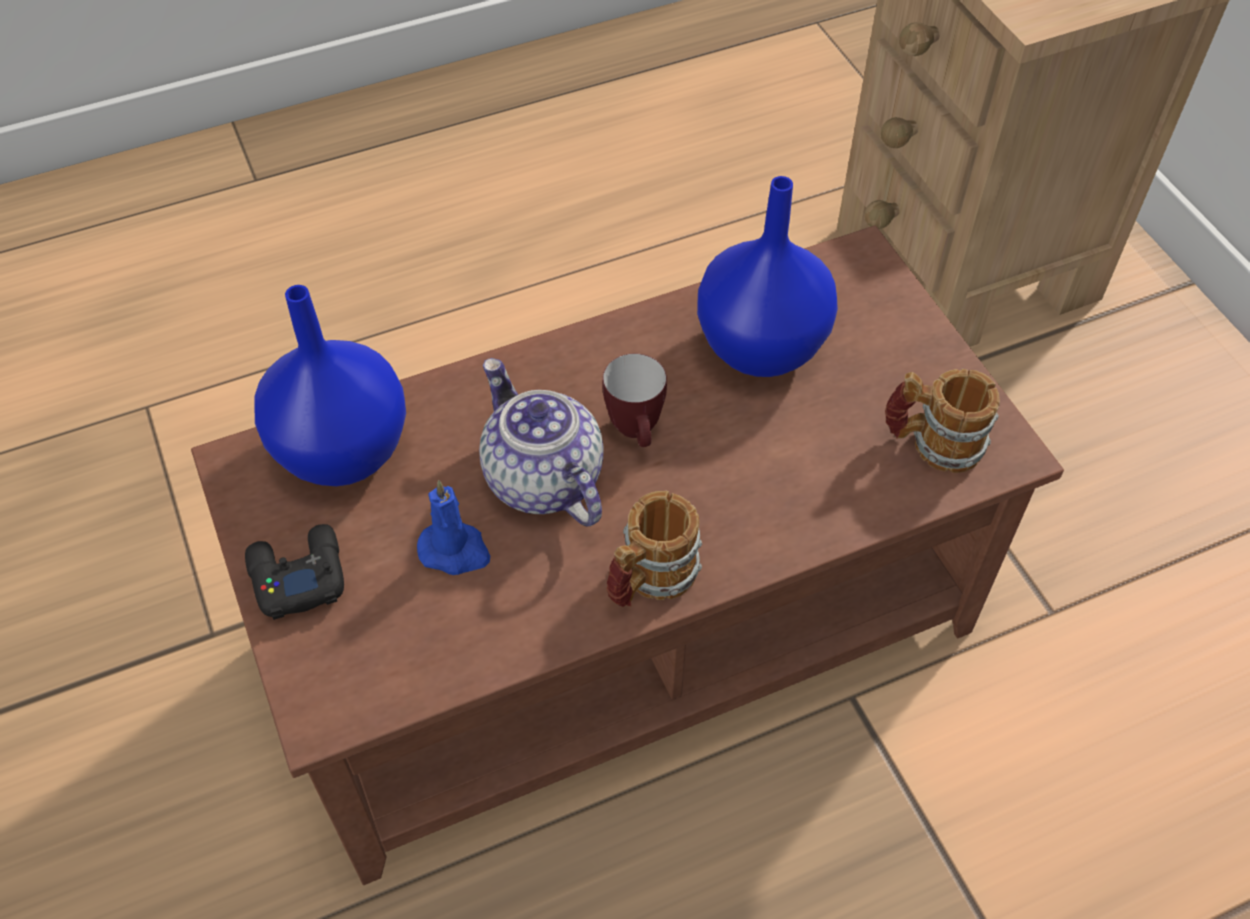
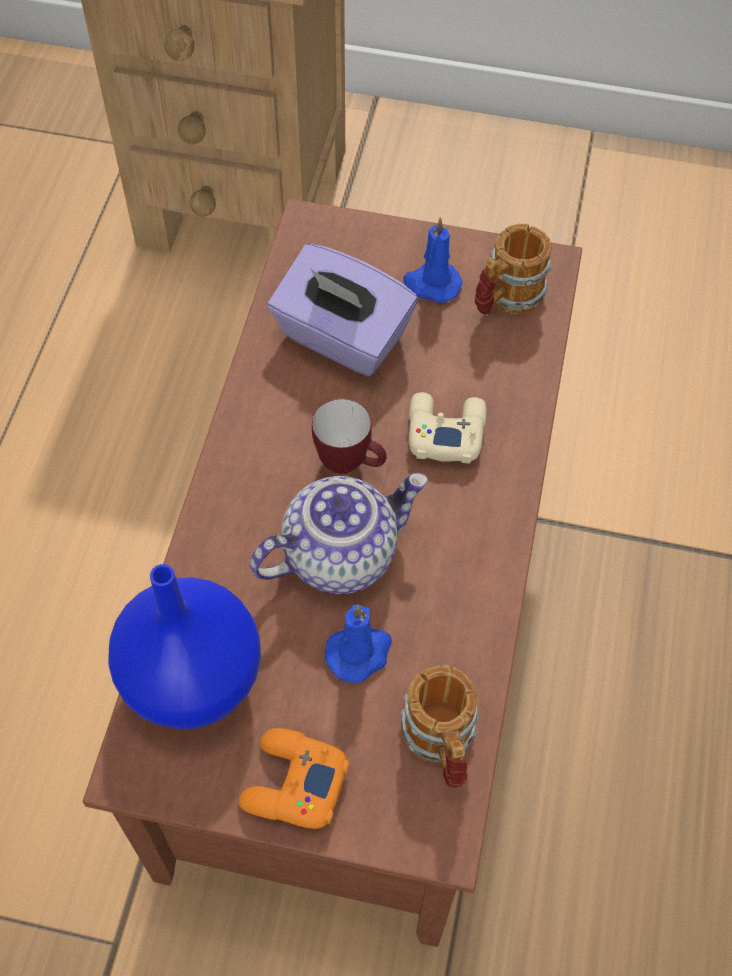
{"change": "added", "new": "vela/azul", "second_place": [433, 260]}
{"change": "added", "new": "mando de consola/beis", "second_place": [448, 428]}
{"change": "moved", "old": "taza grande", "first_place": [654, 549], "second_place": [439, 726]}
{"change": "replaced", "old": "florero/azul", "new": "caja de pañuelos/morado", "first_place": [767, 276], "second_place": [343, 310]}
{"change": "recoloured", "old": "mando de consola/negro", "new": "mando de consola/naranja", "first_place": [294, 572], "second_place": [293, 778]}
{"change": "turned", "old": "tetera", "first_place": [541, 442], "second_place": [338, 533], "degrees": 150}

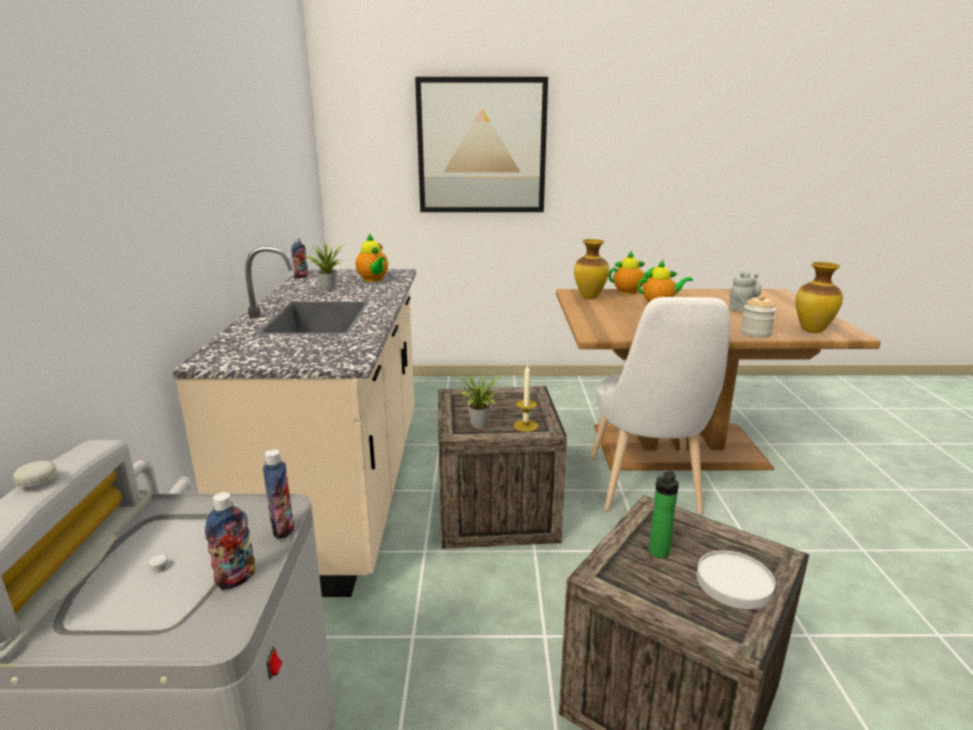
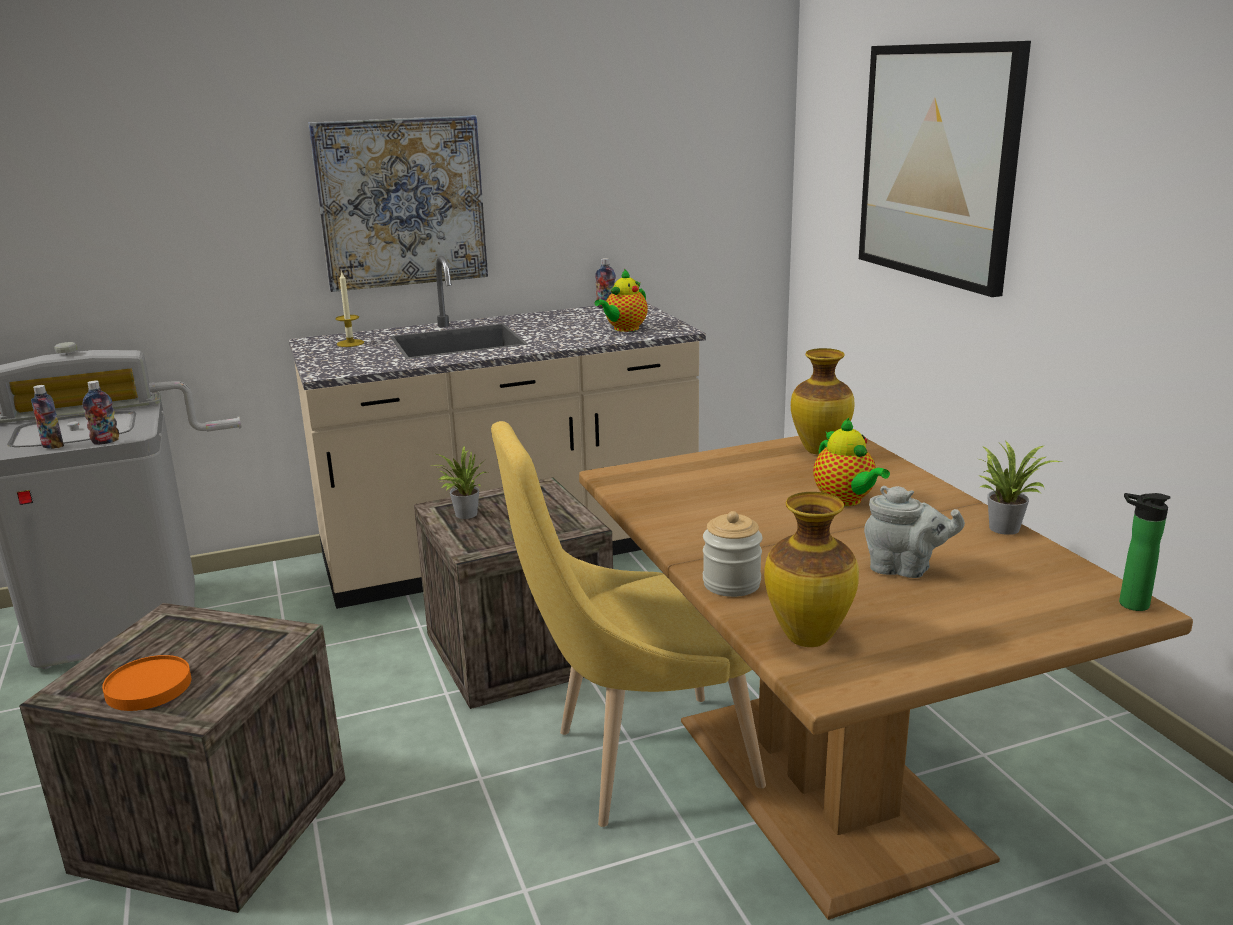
{"change": "removed", "old": "tetera", "first_place": [632, 272]}
{"change": "added", "new": "cuadro", "second_place": [398, 203]}
{"change": "moved", "old": "planta en maceta", "first_place": [324, 267], "second_place": [1019, 488]}
{"change": "moved", "old": "vela", "first_place": [526, 398], "second_place": [349, 309]}
{"change": "moved", "old": "botella", "first_place": [664, 514], "second_place": [1145, 552]}
{"change": "recoloured", "old": "silla/blanco", "new": "silla/amarillo", "first_place": [660, 406], "second_place": [628, 624]}
{"change": "recoloured", "old": "plato/blanco", "new": "plato/naranja", "first_place": [736, 580], "second_place": [146, 683]}

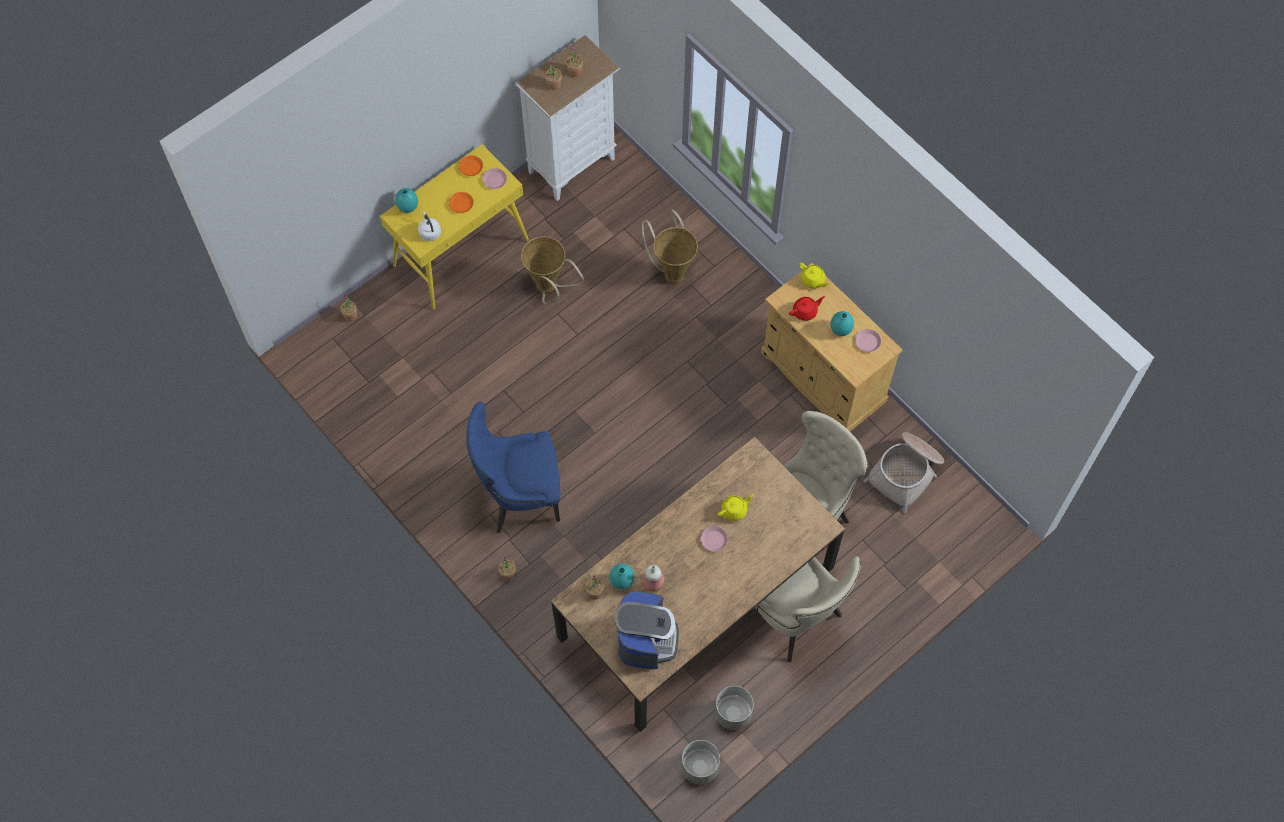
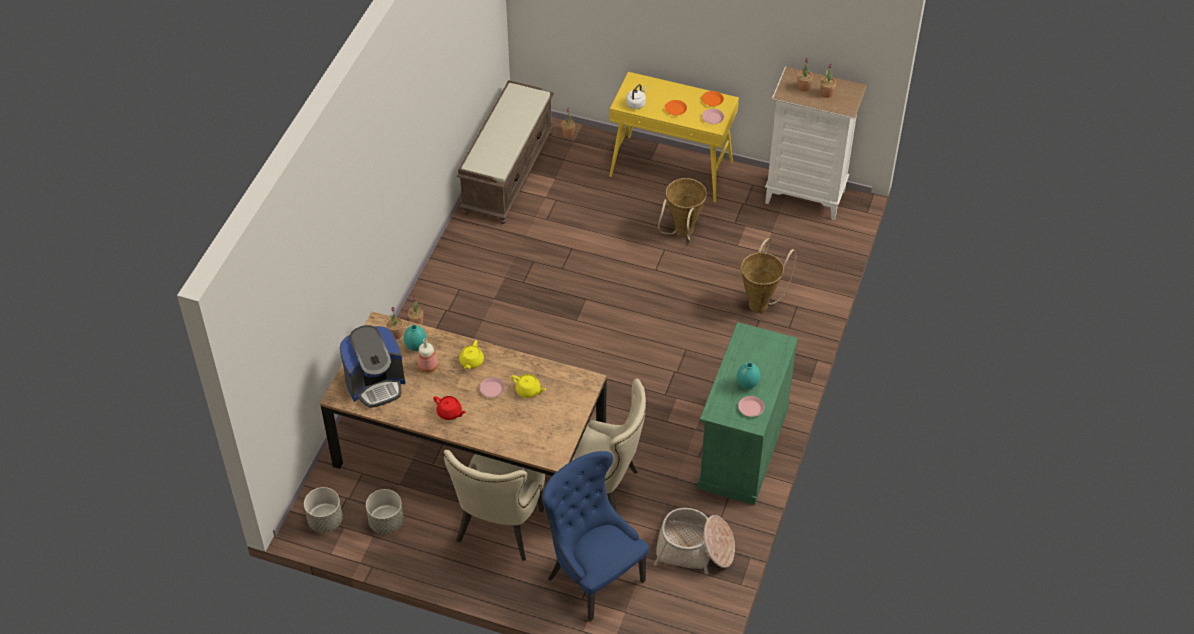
{"change": "removed", "old": "florero/turquesa", "first_place": [406, 200]}
{"change": "added", "new": "banco/marrón", "second_place": [506, 152]}
{"change": "moved", "old": "silla/azul", "first_place": [513, 468], "second_place": [595, 536]}
{"change": "moved", "old": "tetera/rojo", "first_place": [807, 308], "second_place": [449, 408]}
{"change": "moved", "old": "tetera/amarillo", "first_place": [814, 276], "second_place": [471, 354]}
{"change": "recoloured", "old": "armario/beis", "new": "armario/verde", "first_place": [832, 347], "second_place": [747, 413]}

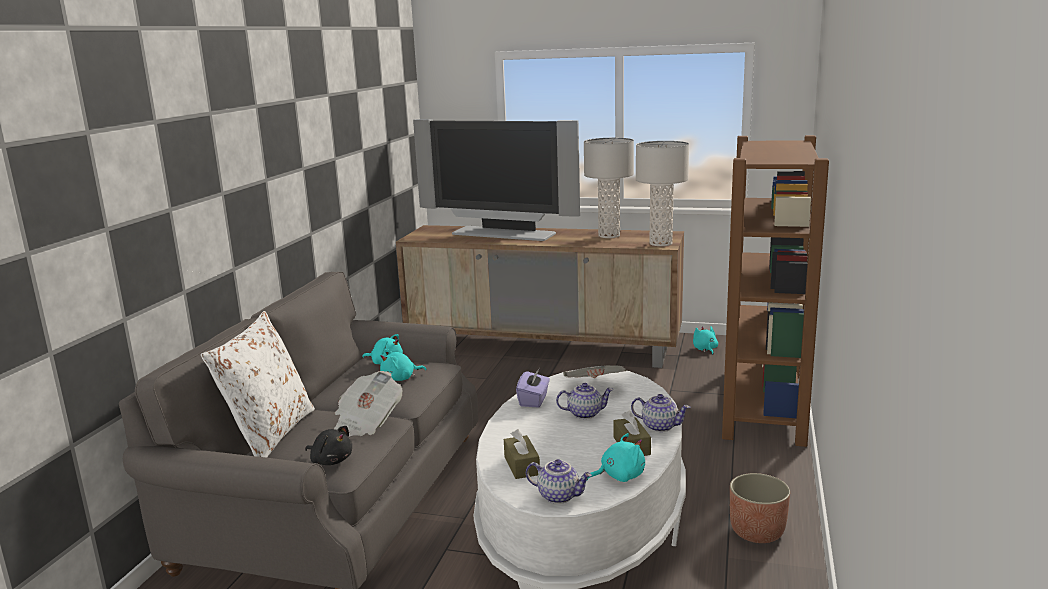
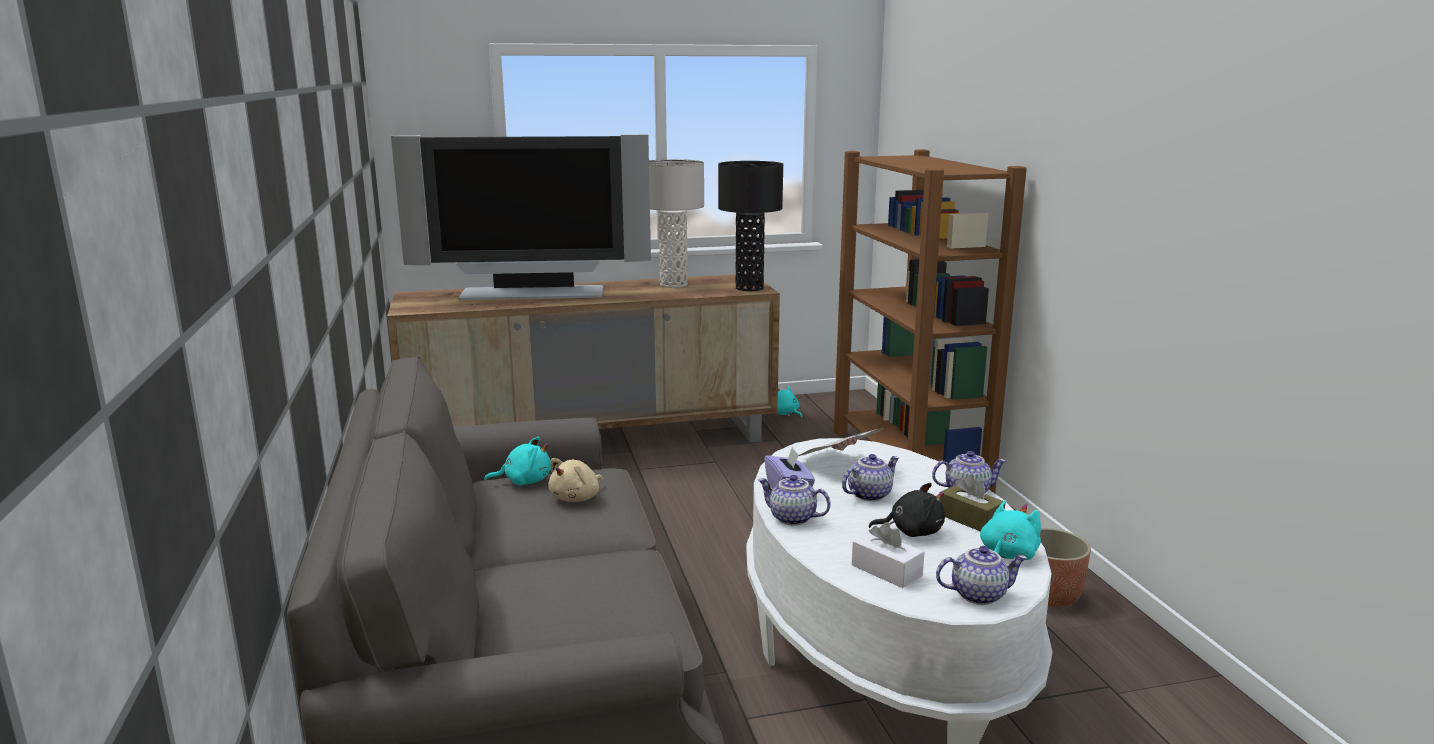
{"change": "removed", "old": "cojín/blanco", "first_place": [258, 384]}
{"change": "removed", "old": "periódico", "first_place": [368, 404]}
{"change": "added", "new": "tetera", "second_place": [794, 500]}
{"change": "moved", "old": "peluche/negro", "first_place": [328, 445], "second_place": [907, 510]}
{"change": "recoloured", "old": "peluche/turquesa", "new": "peluche/beis", "first_place": [403, 365], "second_place": [575, 480]}
{"change": "recoloured", "old": "caja de pañuelos/marrón", "new": "caja de pañuelos/blanco", "first_place": [522, 454], "second_place": [888, 555]}
{"change": "recoloured", "old": "lámpara de mesa/blanco", "new": "lámpara de mesa/negro", "first_place": [662, 193], "second_place": [750, 226]}

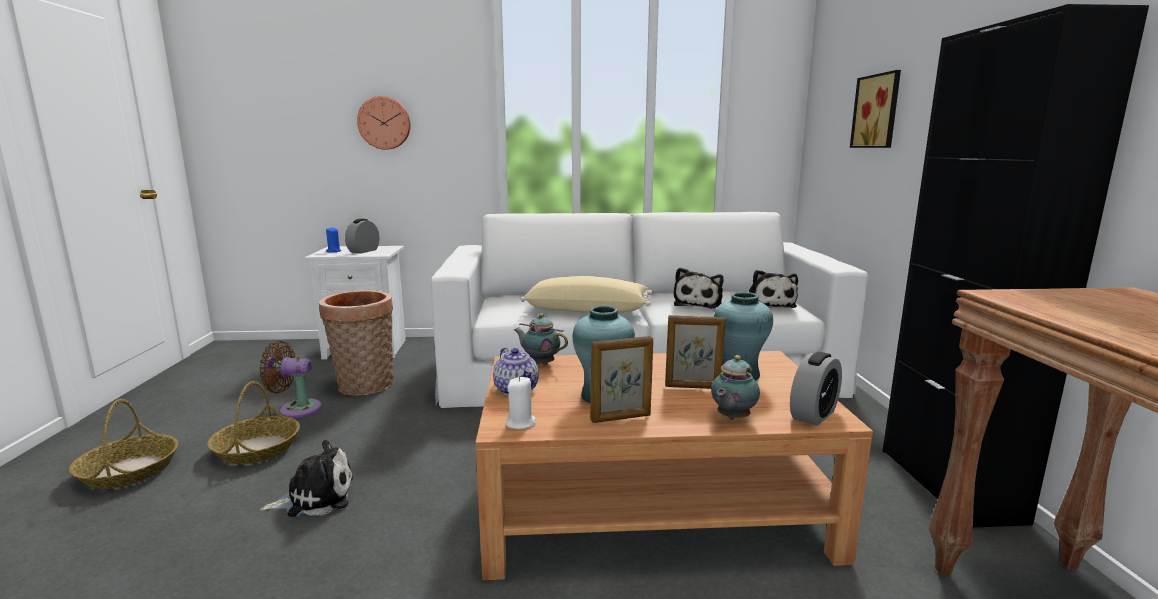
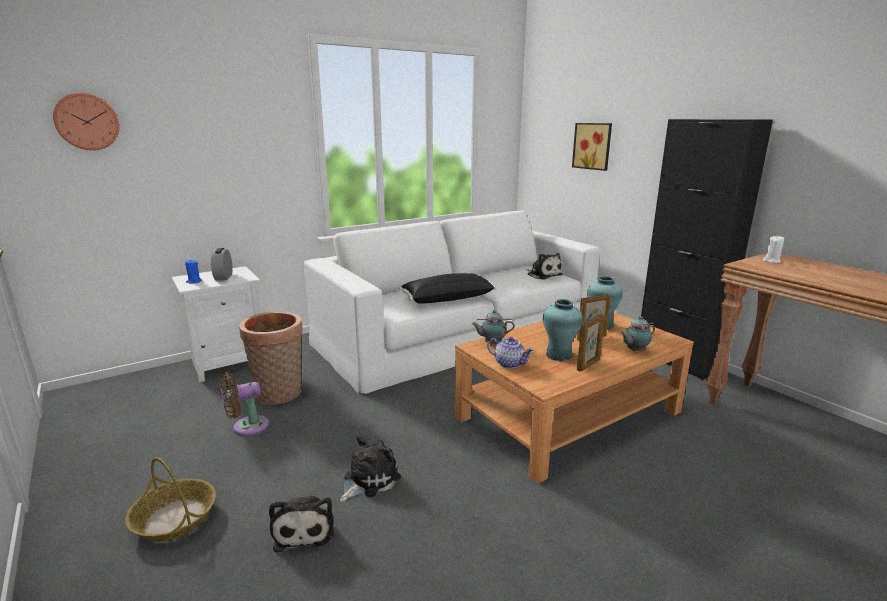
{"change": "removed", "old": "cesta", "first_place": [253, 422]}
{"change": "removed", "old": "despertador", "first_place": [816, 389]}
{"change": "moved", "old": "reloj de pared", "first_place": [384, 123], "second_place": [86, 121]}
{"change": "moved", "old": "vela/blanco", "first_place": [521, 402], "second_place": [773, 249]}
{"change": "moved", "old": "peluche", "first_place": [698, 287], "second_place": [301, 524]}
{"change": "recoloured", "old": "cojín/beis", "new": "cojín/negro", "first_place": [586, 294], "second_place": [448, 288]}
{"change": "turned", "old": "tetera", "first_place": [735, 387], "second_place": [637, 334], "degrees": 60}

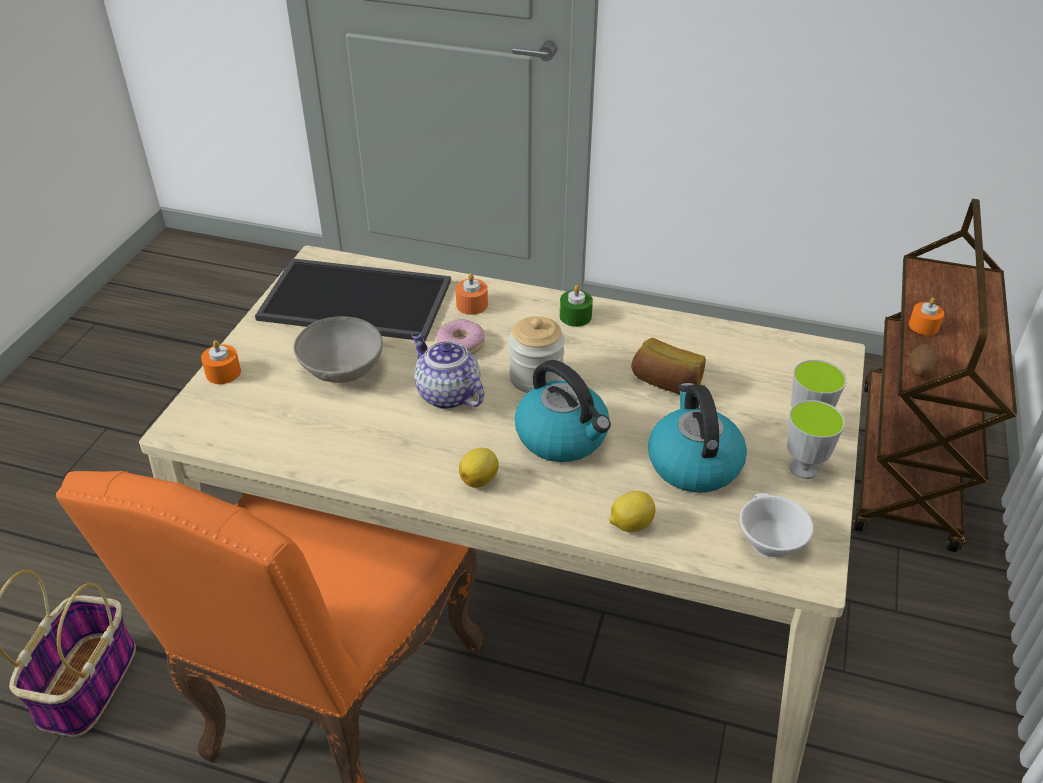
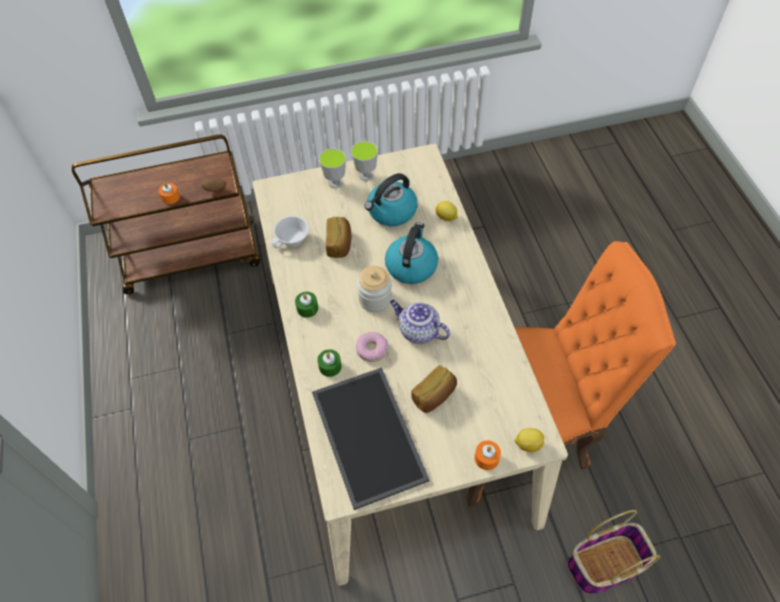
{"change": "moved", "old": "limón", "first_place": [479, 468], "second_place": [529, 440]}
{"change": "moved", "old": "taza/blanco", "first_place": [777, 526], "second_place": [290, 232]}
{"change": "replaced", "old": "cuenco/gris", "new": "pan", "first_place": [338, 349], "second_place": [434, 389]}
{"change": "recoloured", "old": "vela/naranja", "new": "vela/verde", "first_place": [471, 294], "second_place": [329, 363]}
{"change": "turned", "old": "tetera", "first_place": [447, 371], "second_place": [420, 322], "degrees": 105}

